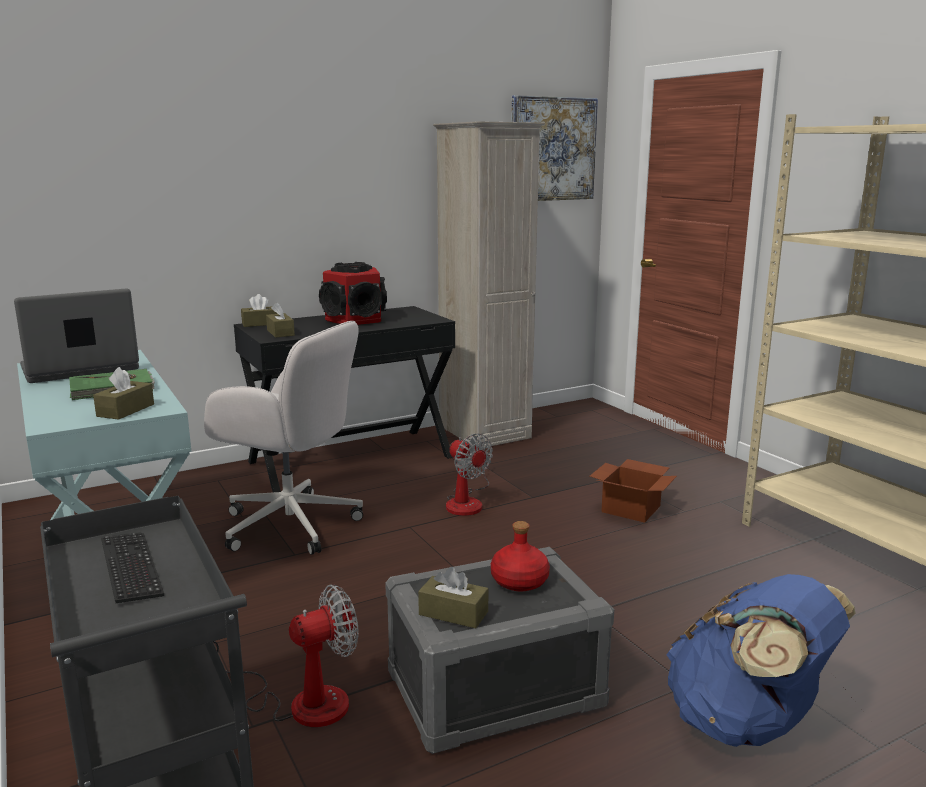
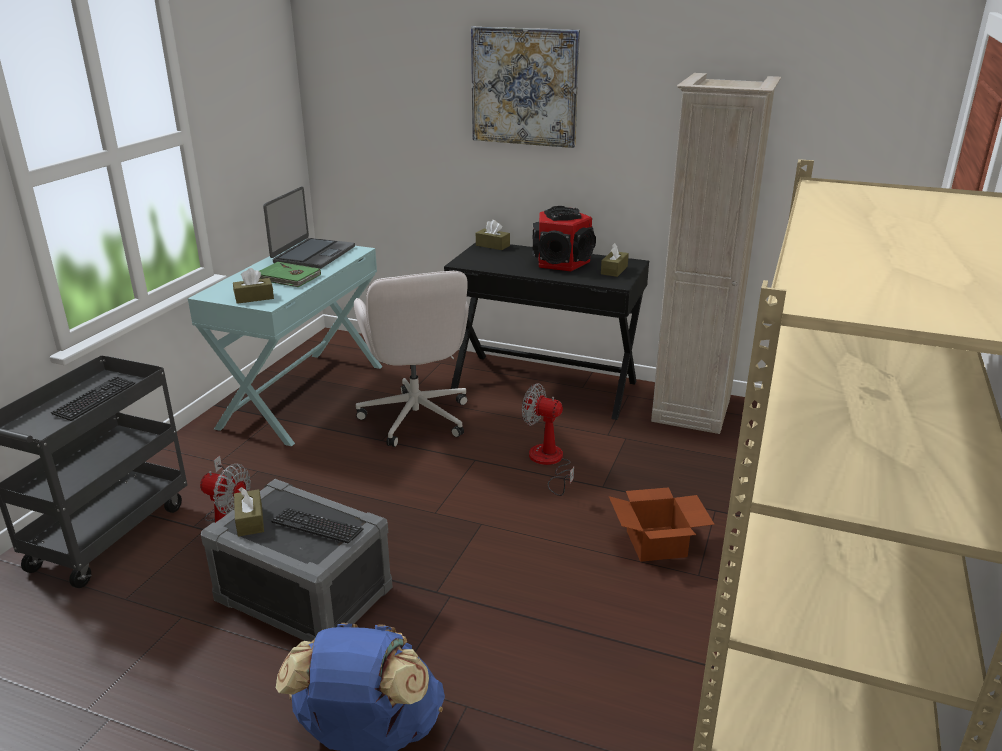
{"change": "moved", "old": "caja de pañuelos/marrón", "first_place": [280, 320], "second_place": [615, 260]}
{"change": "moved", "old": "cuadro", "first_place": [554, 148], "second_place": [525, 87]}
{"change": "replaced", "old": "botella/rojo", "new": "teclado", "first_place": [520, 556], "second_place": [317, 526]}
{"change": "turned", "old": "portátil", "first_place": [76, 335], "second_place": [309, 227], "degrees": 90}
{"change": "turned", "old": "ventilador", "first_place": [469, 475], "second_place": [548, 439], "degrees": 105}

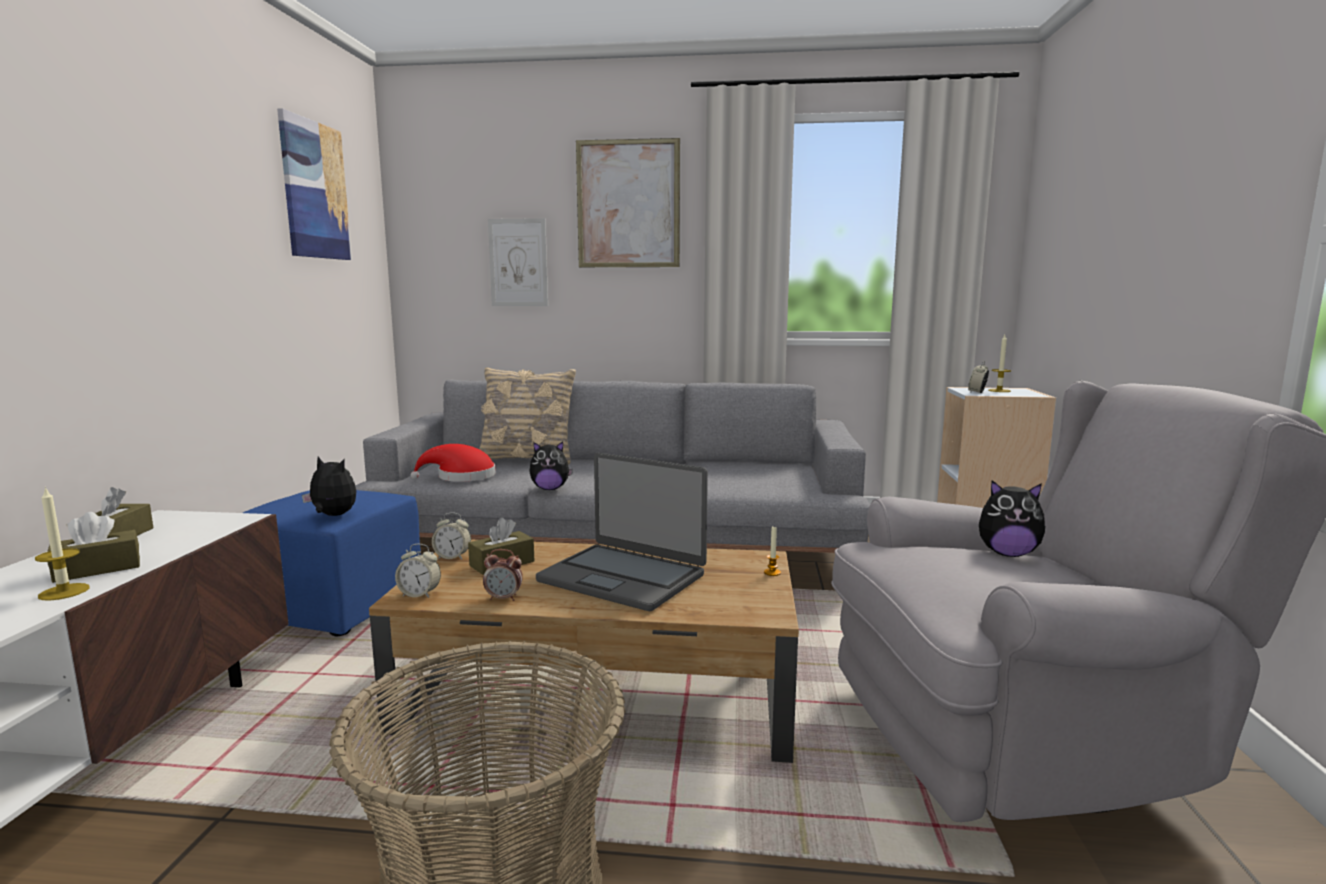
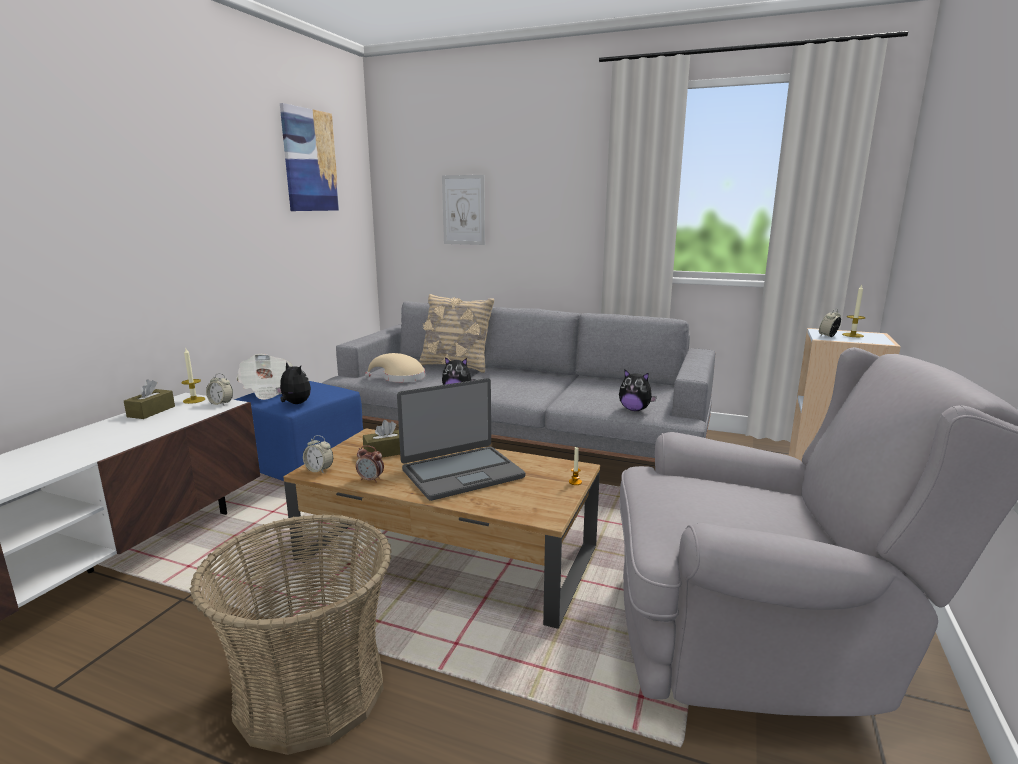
{"change": "removed", "old": "caja de pañuelos/marrón", "first_place": [93, 547]}
{"change": "removed", "old": "cuadro", "first_place": [628, 202]}
{"change": "added", "new": "periódico", "second_place": [264, 377]}
{"change": "moved", "old": "vela", "first_place": [62, 543], "second_place": [193, 376]}
{"change": "moved", "old": "despertador", "first_place": [451, 536], "second_place": [219, 389]}
{"change": "moved", "old": "peluche", "first_place": [1012, 518], "second_place": [638, 390]}
{"change": "recoloured", "old": "sombrero/rojo", "new": "sombrero/beis", "first_place": [453, 463], "second_place": [395, 367]}
{"change": "turned", "old": "portátil", "first_place": [622, 532], "second_place": [461, 439], "degrees": -75}

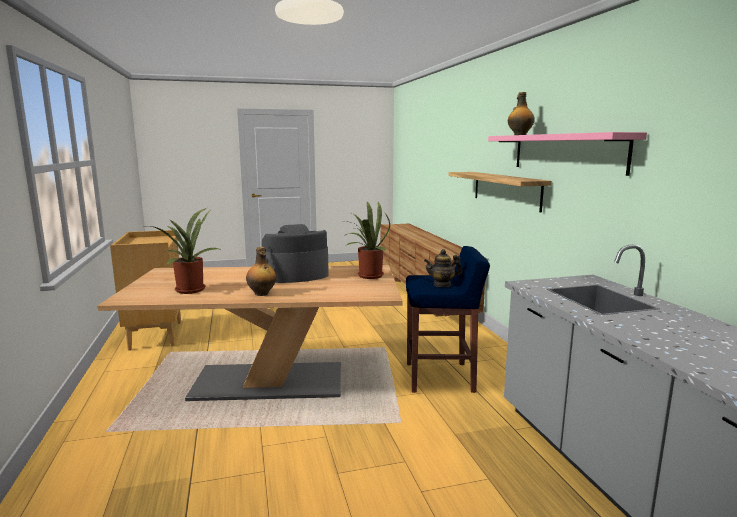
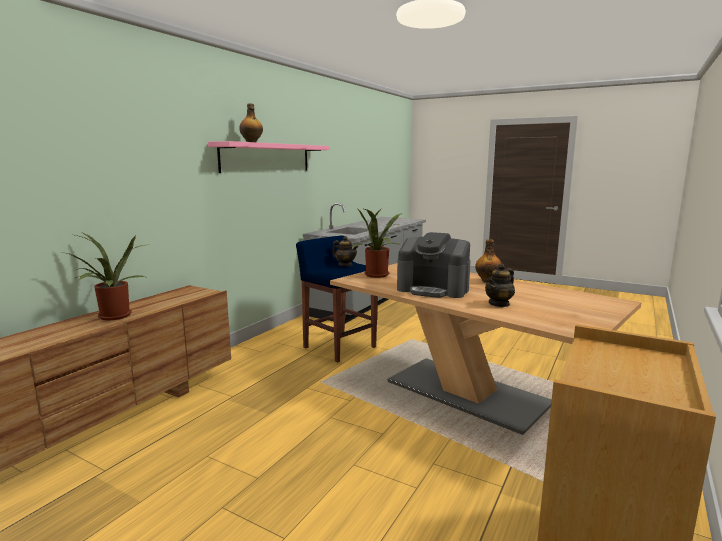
{"change": "removed", "old": "estante", "first_place": [500, 192]}
{"change": "added", "new": "tetera", "second_place": [500, 285]}
{"change": "moved", "old": "planta en maceta", "first_place": [183, 251], "second_place": [106, 276]}

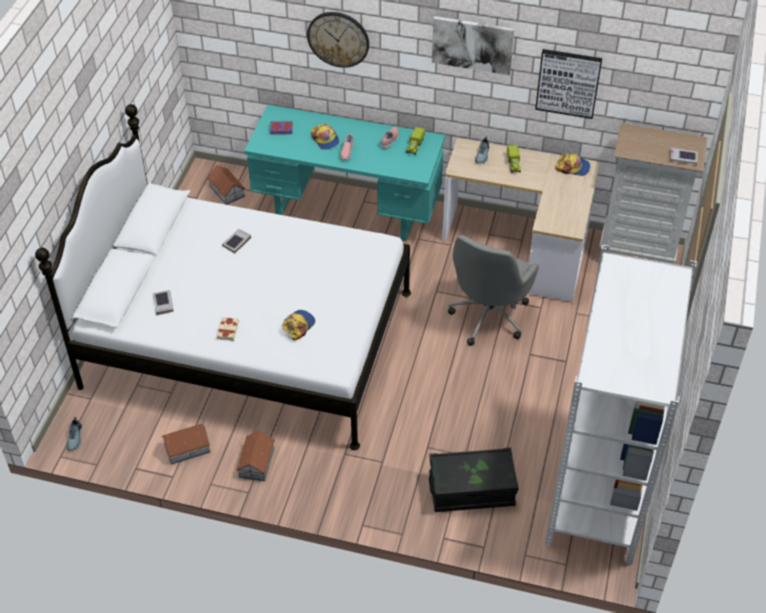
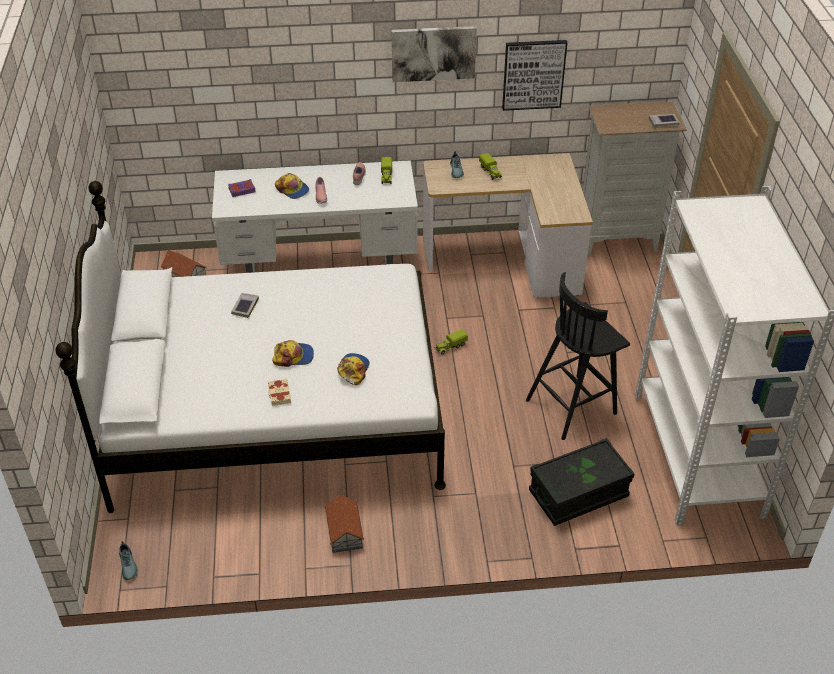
{"change": "removed", "old": "libro", "first_place": [163, 302]}
{"change": "removed", "old": "casita", "first_place": [186, 444]}
{"change": "removed", "old": "reloj de pared", "first_place": [338, 40]}
{"change": "removed", "old": "silla de oficina/gris", "first_place": [493, 290]}
{"change": "added", "new": "camión de juguete", "second_place": [451, 342]}
{"change": "added", "new": "taburete/negro", "second_place": [578, 356]}
{"change": "moved", "old": "gorra", "first_place": [572, 164], "second_place": [293, 353]}
{"change": "recoloured", "old": "escritorio/turquesa", "new": "escritorio/blanco", "first_place": [344, 173], "second_place": [315, 216]}

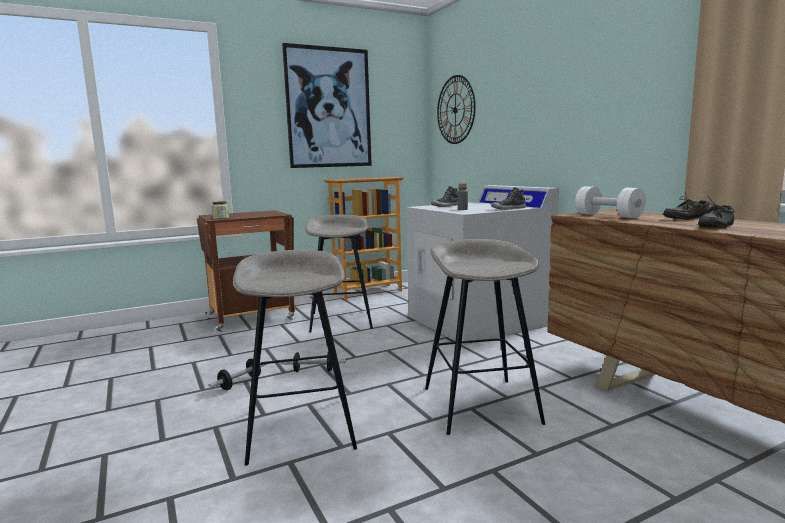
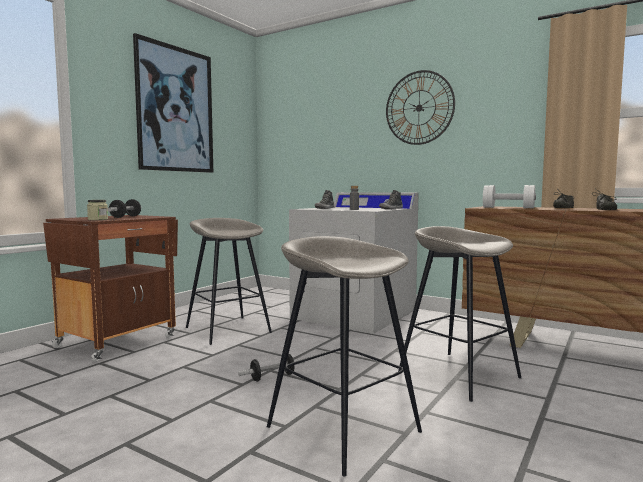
{"change": "removed", "old": "estantería", "first_place": [363, 238]}
{"change": "moved", "old": "mancuerna", "first_place": [238, 374], "second_place": [125, 208]}
{"change": "moved", "old": "reloj de pared", "first_place": [456, 109], "second_place": [420, 107]}

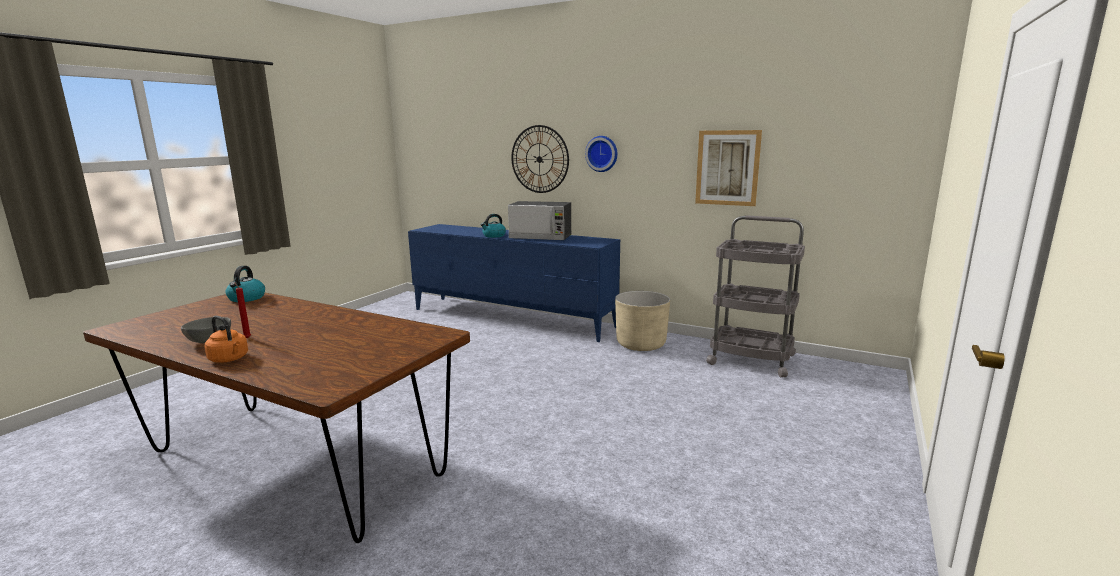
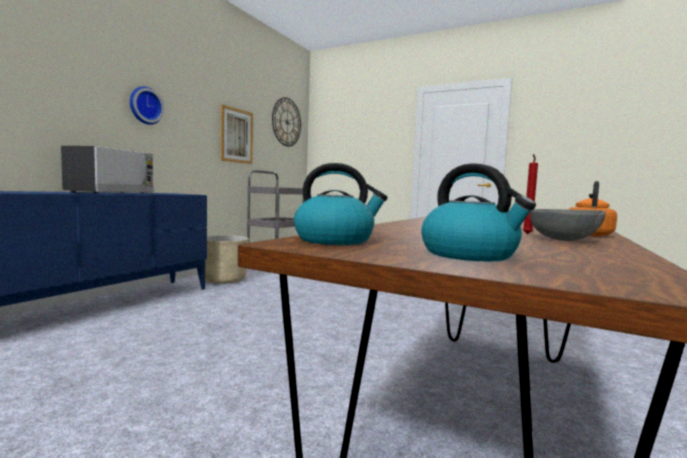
{"change": "moved", "old": "hervidor", "first_place": [493, 226], "second_place": [478, 212]}
{"change": "moved", "old": "reloj de pared", "first_place": [540, 159], "second_place": [286, 122]}

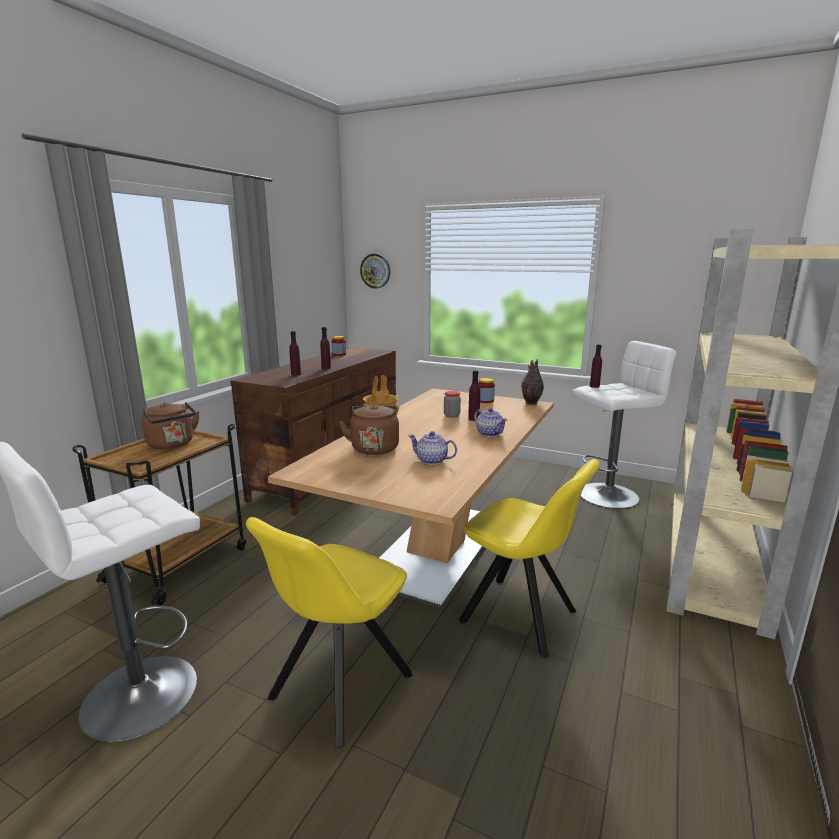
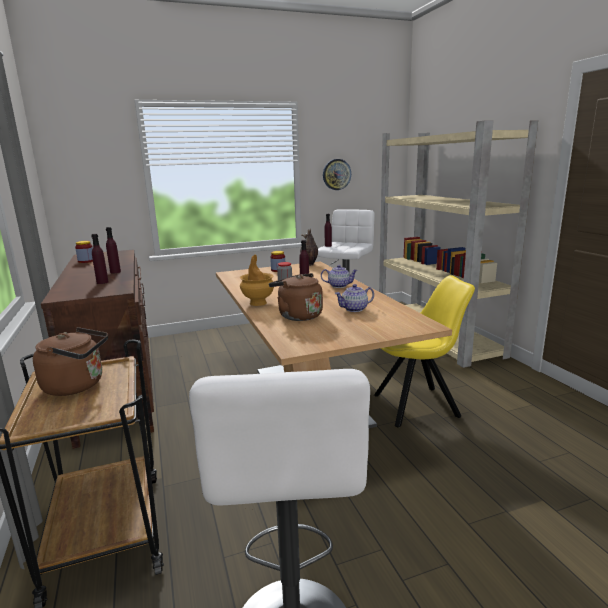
{"change": "removed", "old": "silla/amarillo", "first_place": [329, 632]}
{"change": "moved", "old": "reloj de pared", "first_place": [375, 271], "second_place": [337, 174]}

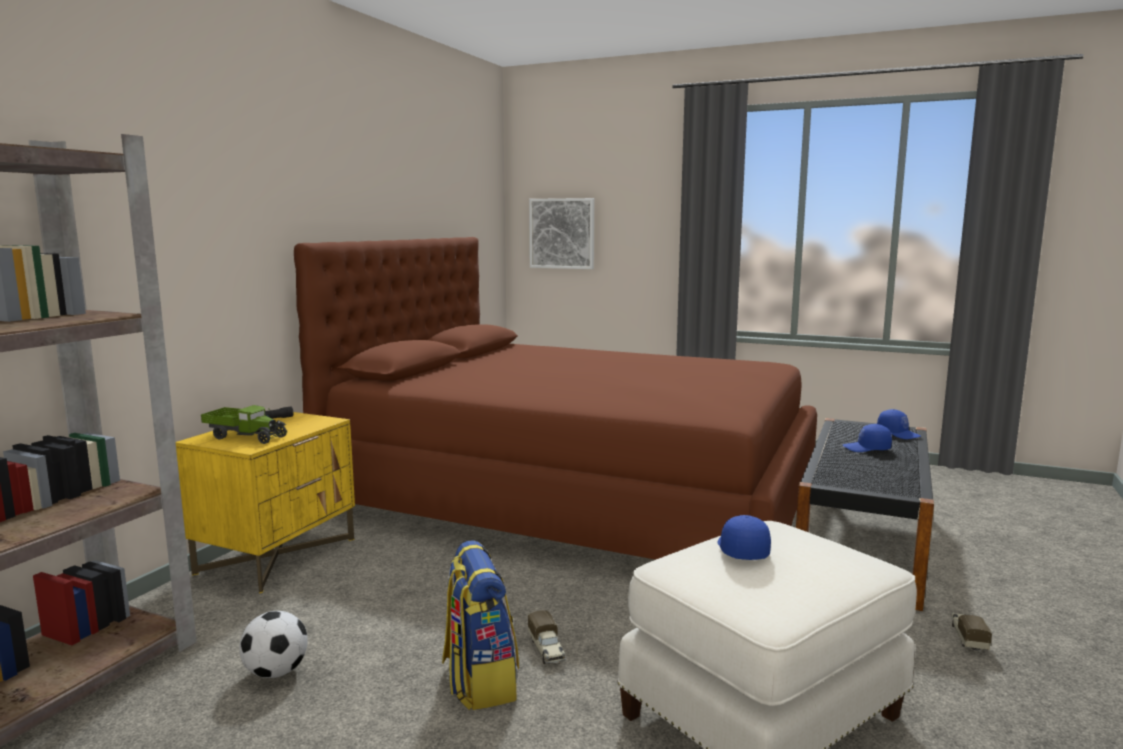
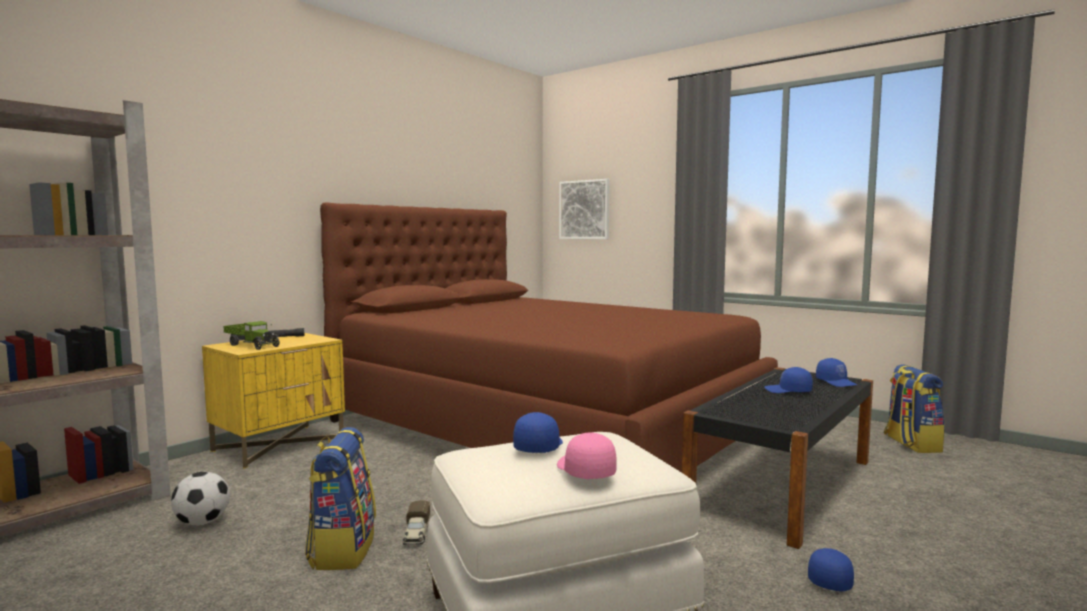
{"change": "added", "new": "gorra/rosa", "second_place": [587, 455]}
{"change": "added", "new": "mochila", "second_place": [914, 408]}
{"change": "replaced", "old": "camión de juguete", "new": "gorra/azul", "first_place": [971, 632], "second_place": [831, 570]}

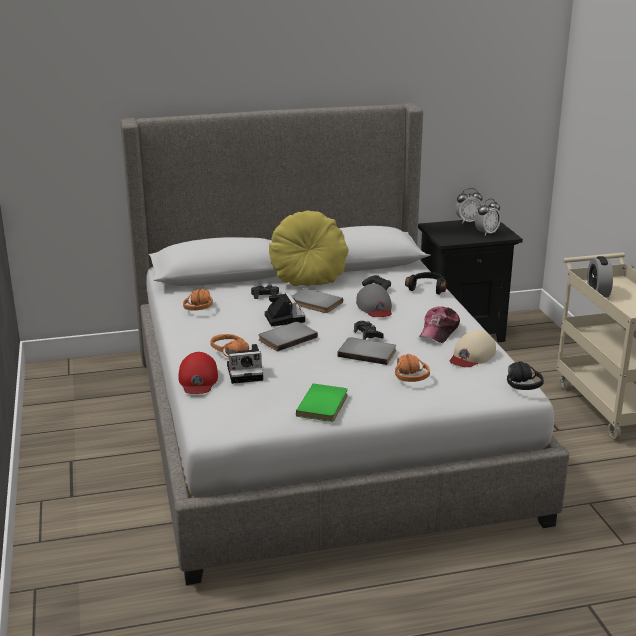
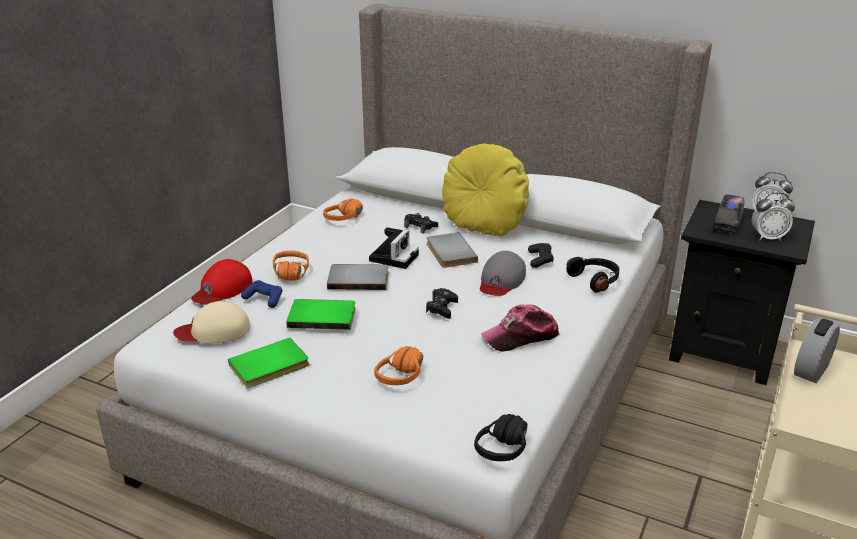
{"change": "removed", "old": "libro/gris", "first_place": [367, 351]}
{"change": "added", "new": "libro/verde", "second_place": [321, 314]}
{"change": "added", "new": "camión de juguete", "second_place": [728, 214]}
{"change": "moved", "old": "gorra/beis", "first_place": [473, 348], "second_place": [211, 322]}
{"change": "replaced", "old": "cámara", "new": "mando de consola/azul", "first_place": [245, 364], "second_place": [261, 294]}

